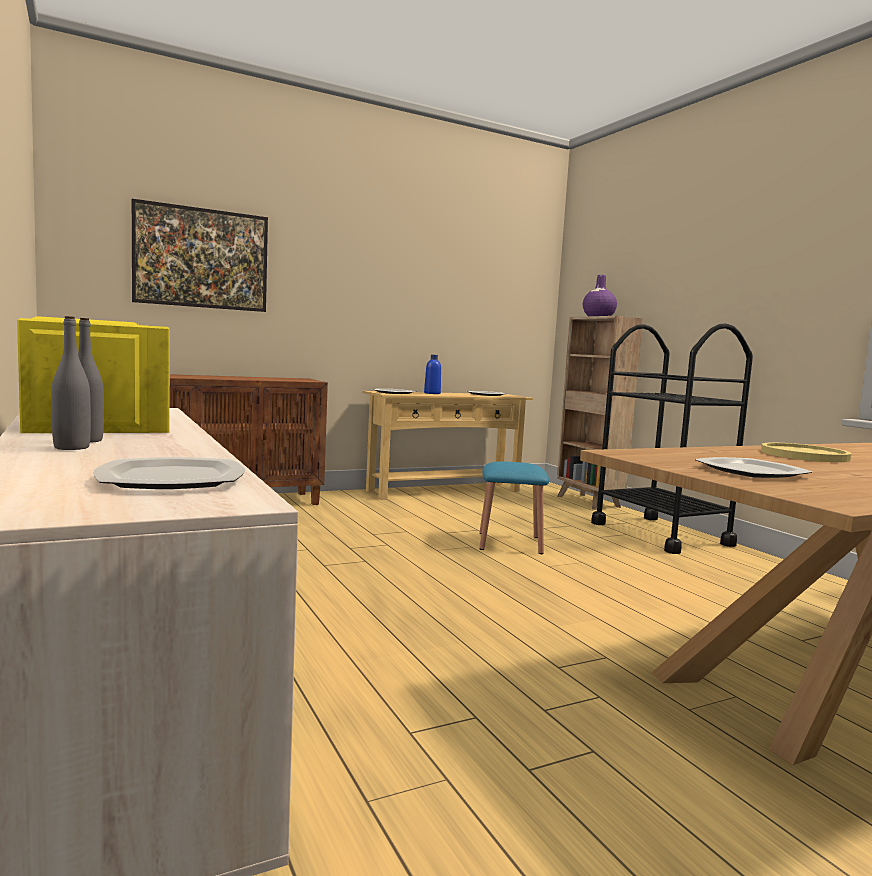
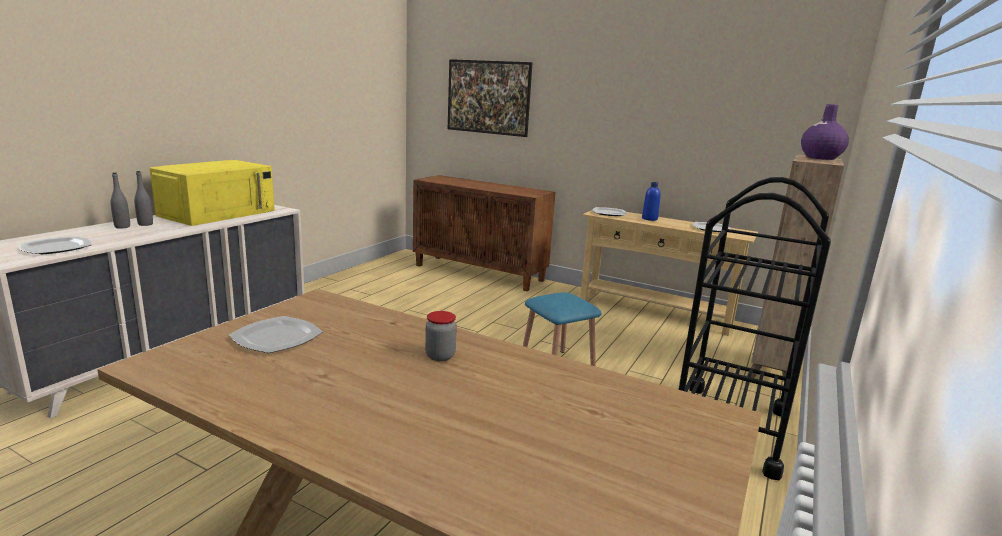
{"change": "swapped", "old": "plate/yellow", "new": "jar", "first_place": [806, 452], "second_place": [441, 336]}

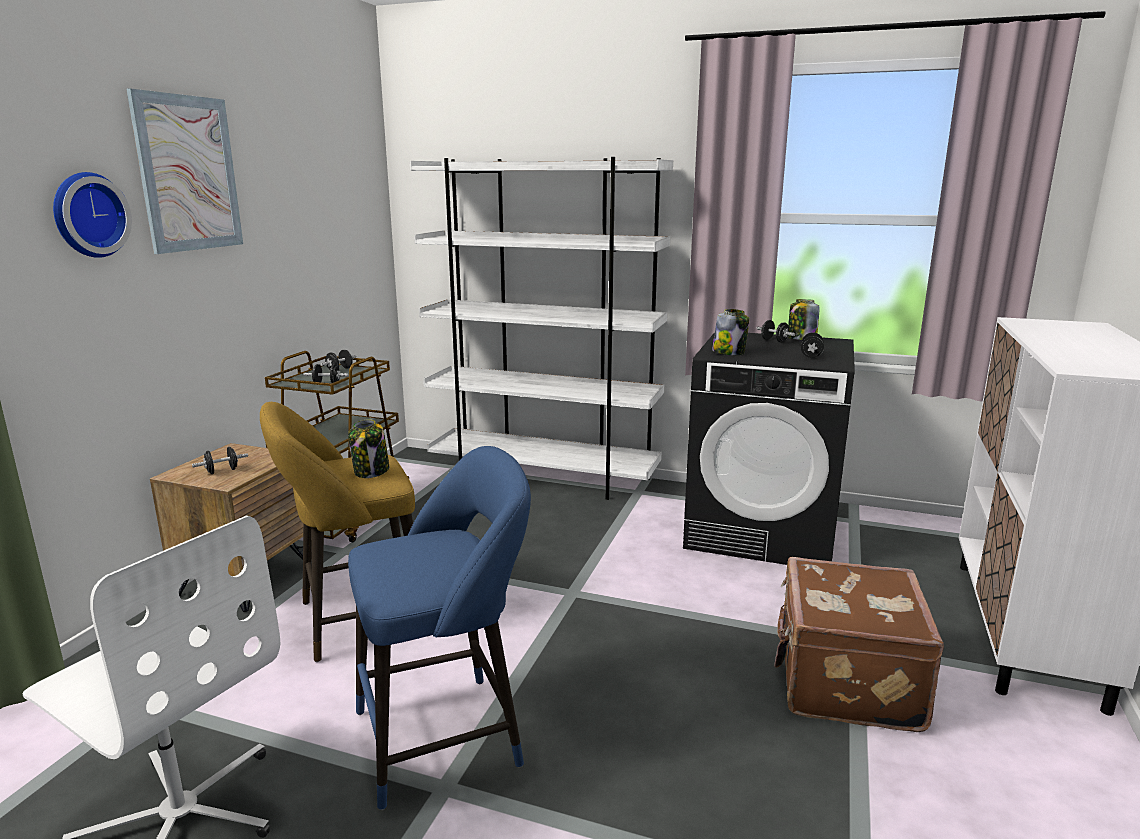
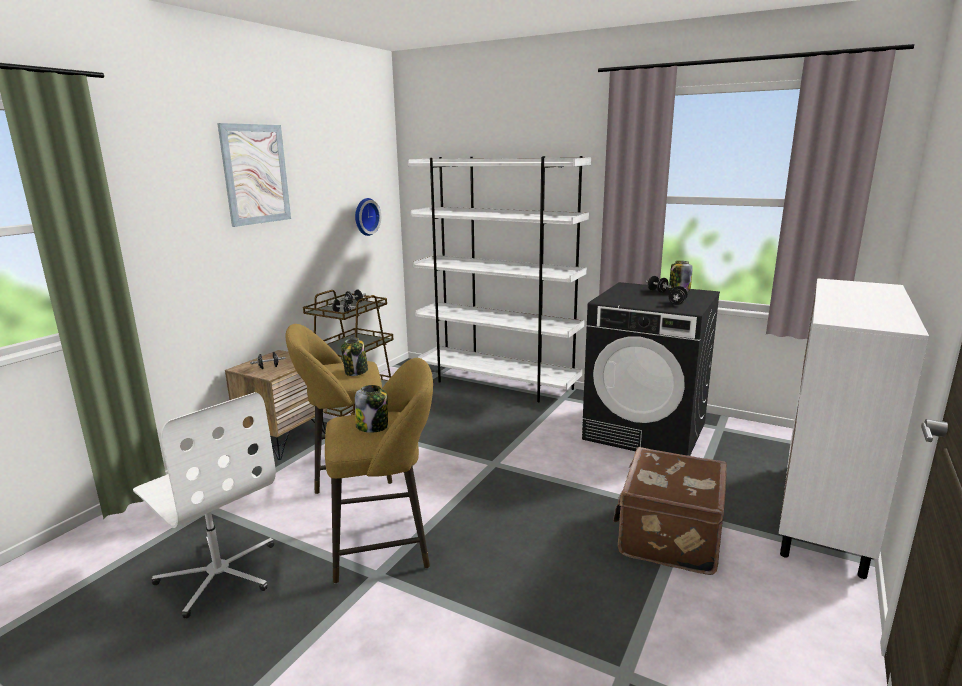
{"change": "shifted", "old": "wall clock", "first_place": [92, 215], "second_place": [368, 217]}
{"change": "shifted", "old": "jar", "first_place": [730, 332], "second_place": [371, 409]}
{"change": "repainted", "old": "stool/blue", "new": "stool/yellow", "first_place": [439, 628], "second_place": [379, 471]}

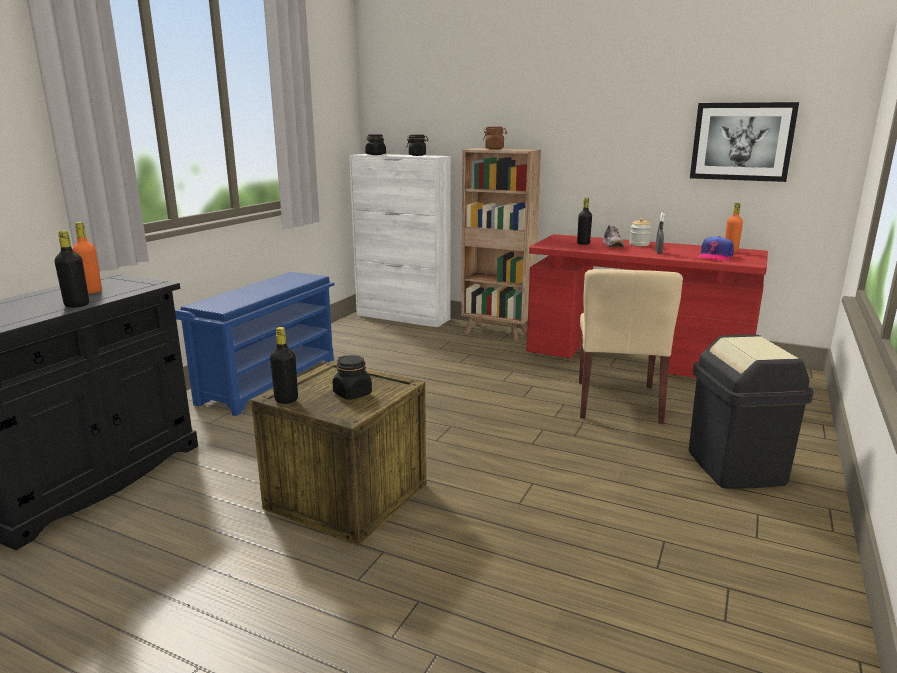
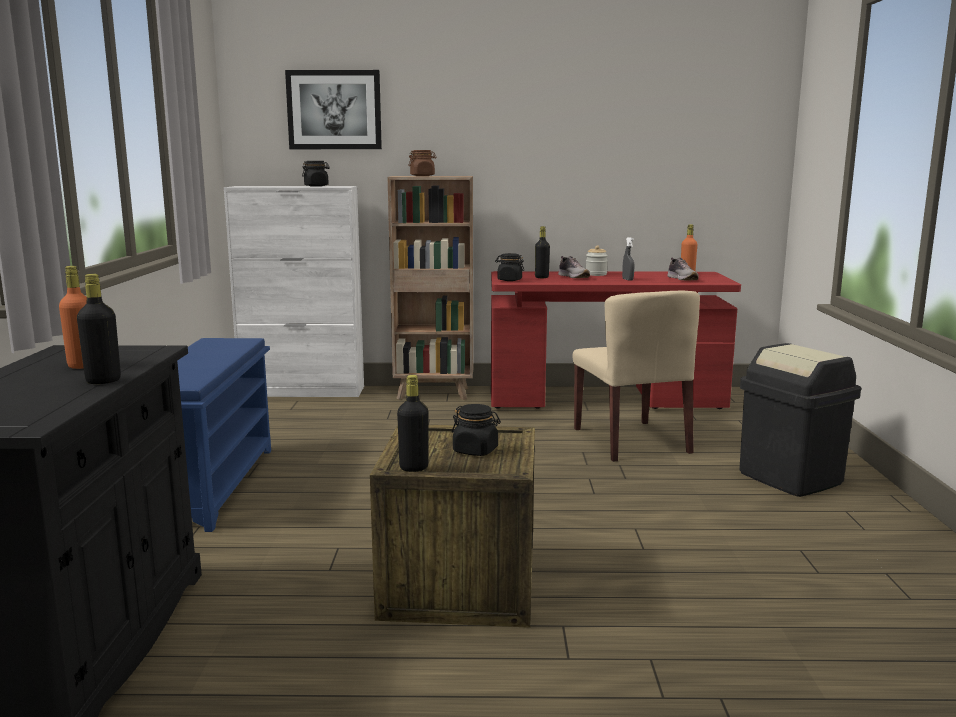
{"change": "shifted", "old": "picture", "first_place": [744, 142], "second_place": [333, 109]}
{"change": "shifted", "old": "jar/black", "first_place": [375, 144], "second_place": [509, 267]}
{"change": "swapped", "old": "cap", "new": "shoe", "first_place": [715, 248], "second_place": [683, 269]}

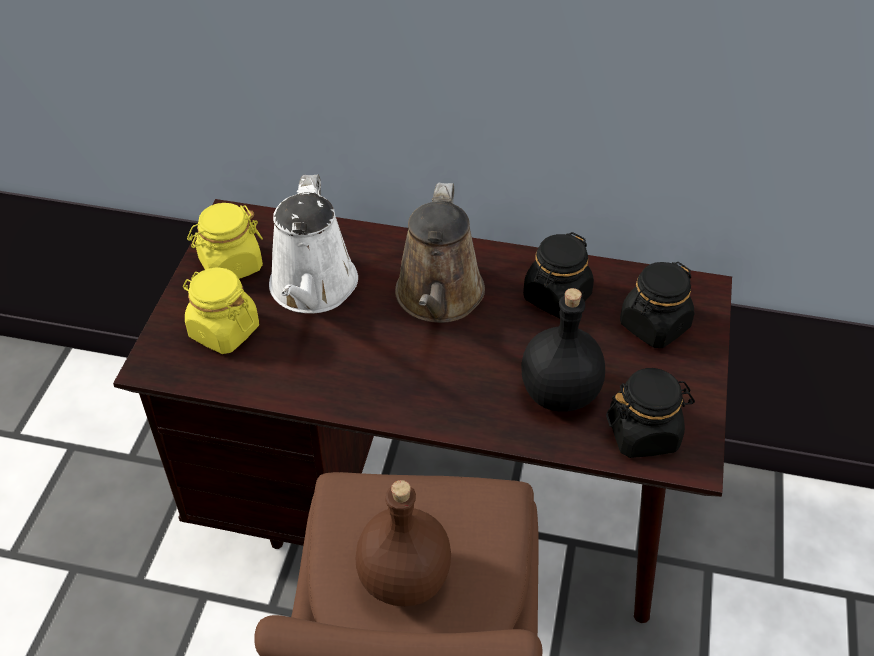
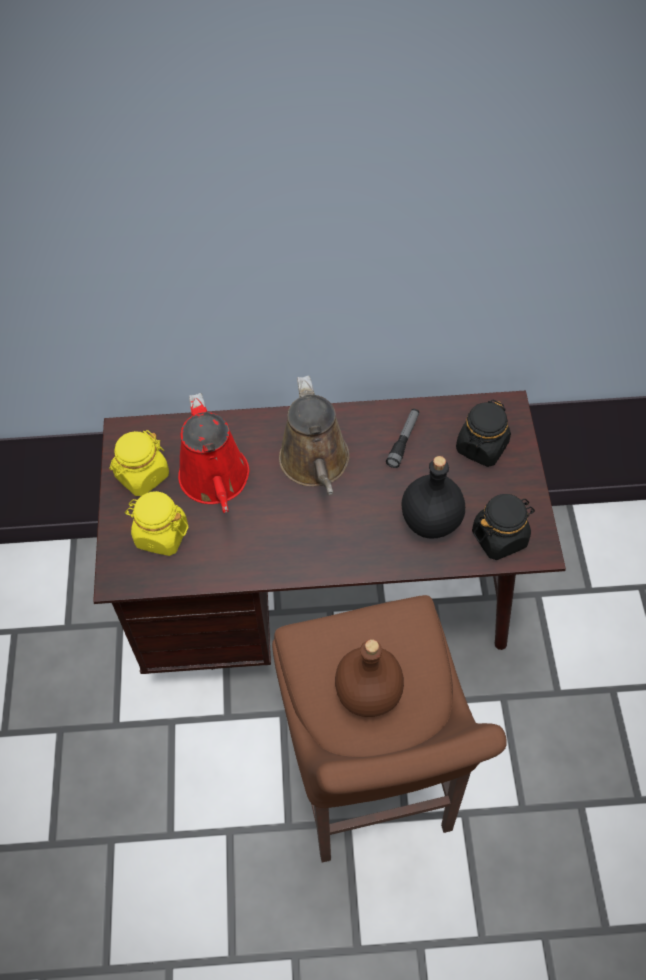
{"change": "repainted", "old": "watering can/white", "new": "watering can/red", "first_place": [313, 244], "second_place": [213, 453]}
{"change": "swapped", "old": "jar/black", "new": "flashlight", "first_place": [558, 275], "second_place": [402, 438]}

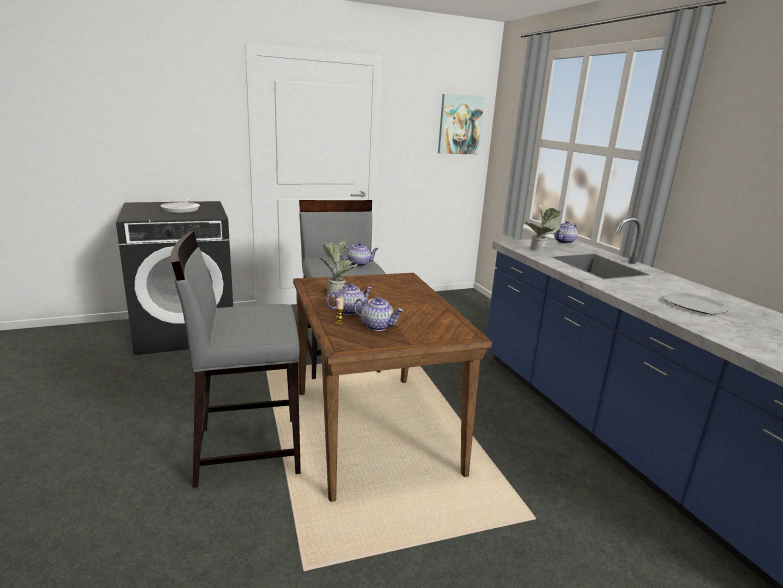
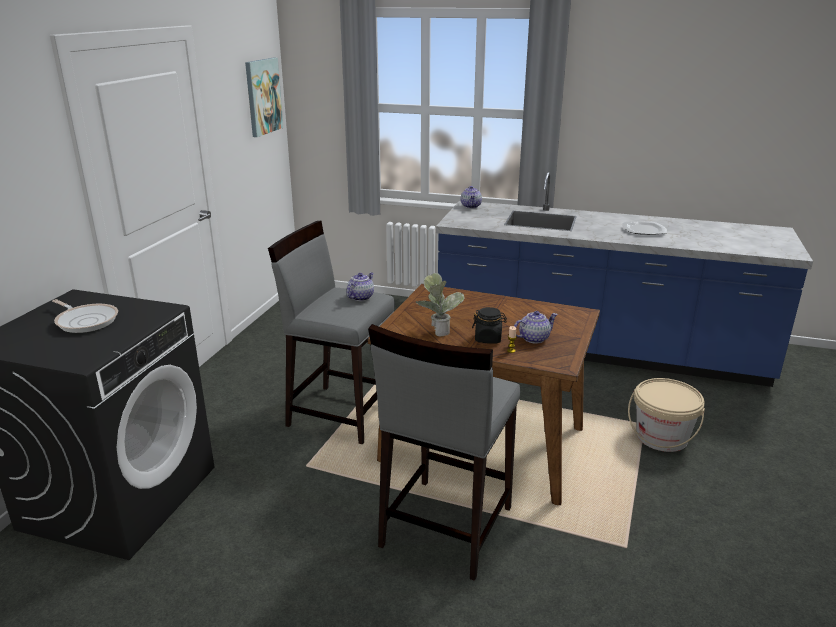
{"change": "gone", "old": "potted plant", "first_place": [543, 226]}
{"change": "swapped", "old": "teapot", "new": "jar/black", "first_place": [349, 299], "second_place": [489, 325]}
{"change": "new", "new": "bucket/beige", "second_place": [666, 415]}

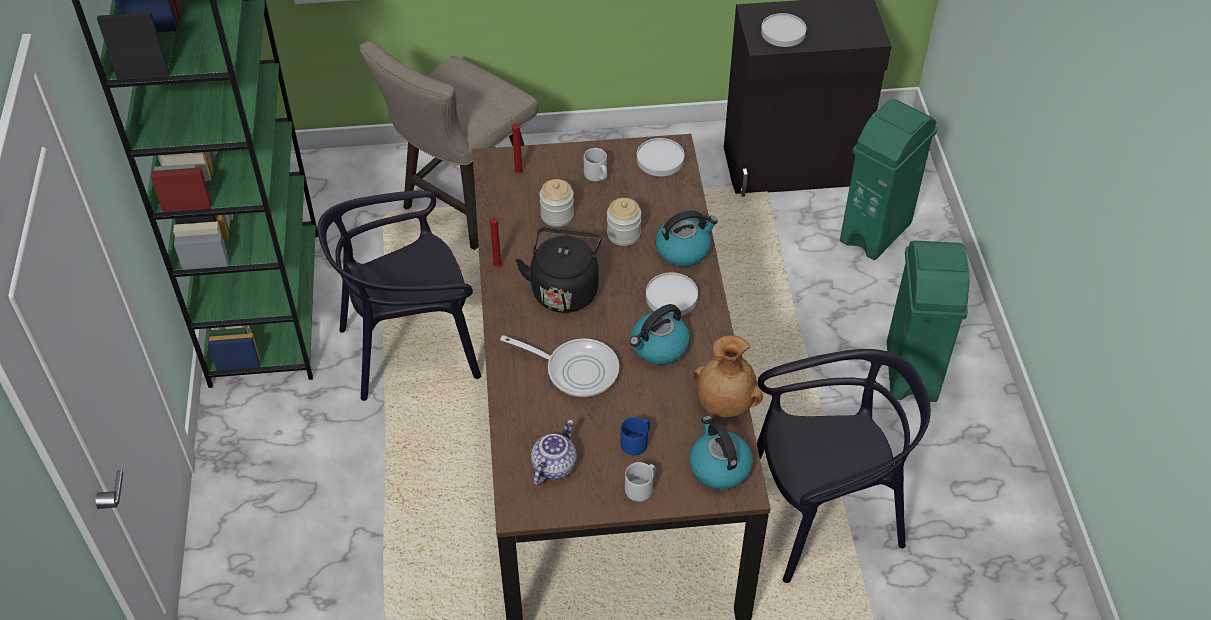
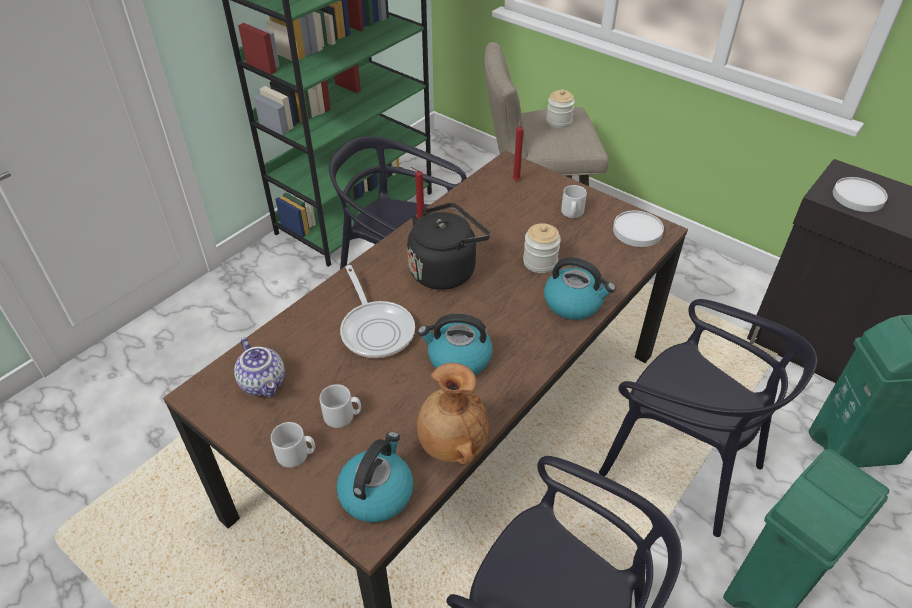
{"change": "shifted", "old": "jar", "first_place": [556, 203], "second_place": [560, 108]}
{"change": "gone", "old": "plate/white", "first_place": [672, 294]}
{"change": "repainted", "old": "mug/blue", "new": "mug/grey", "first_place": [635, 436], "second_place": [340, 406]}
{"change": "rotated", "old": "teapot", "first_place": [554, 453], "second_place": [259, 367], "degrees": 75}
{"change": "new", "new": "chair/black", "second_place": [708, 418]}

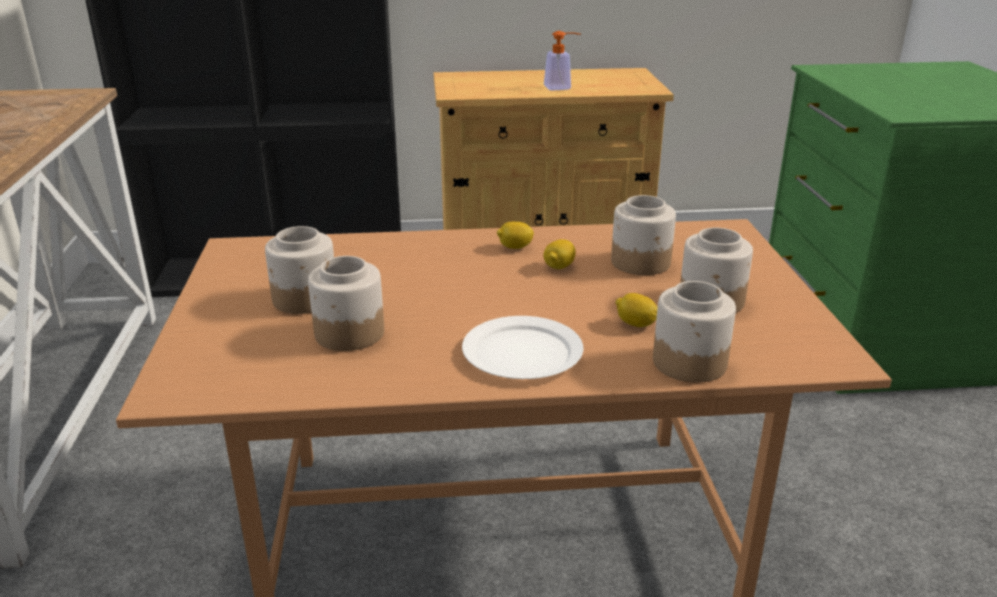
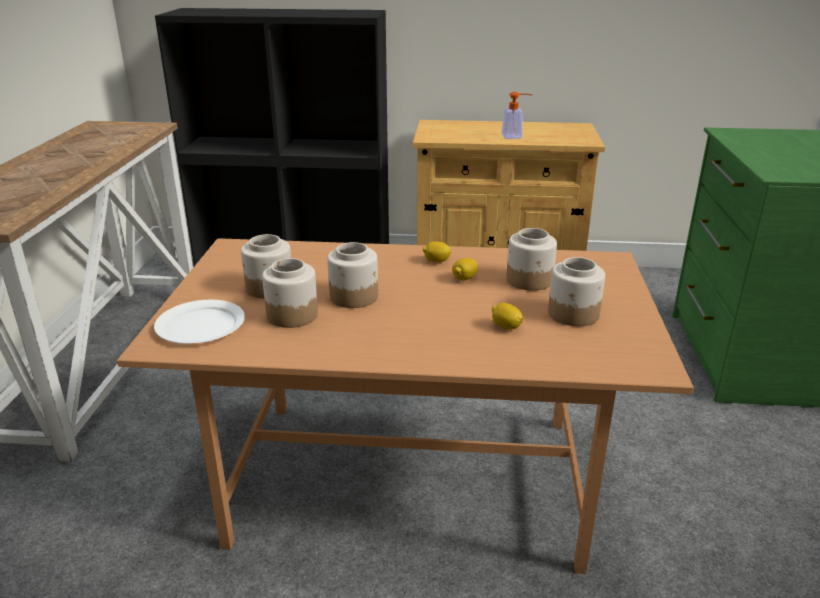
{"change": "shifted", "old": "jar", "first_place": [694, 332], "second_place": [352, 275]}
{"change": "shifted", "old": "plate/white", "first_place": [523, 347], "second_place": [199, 322]}

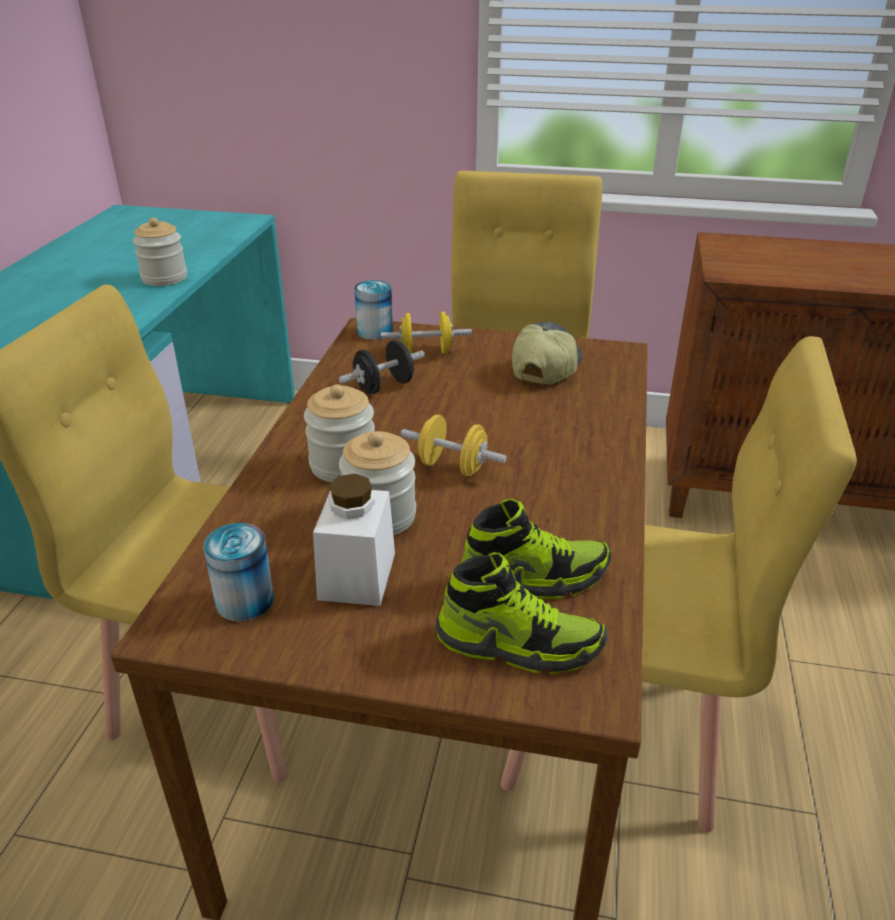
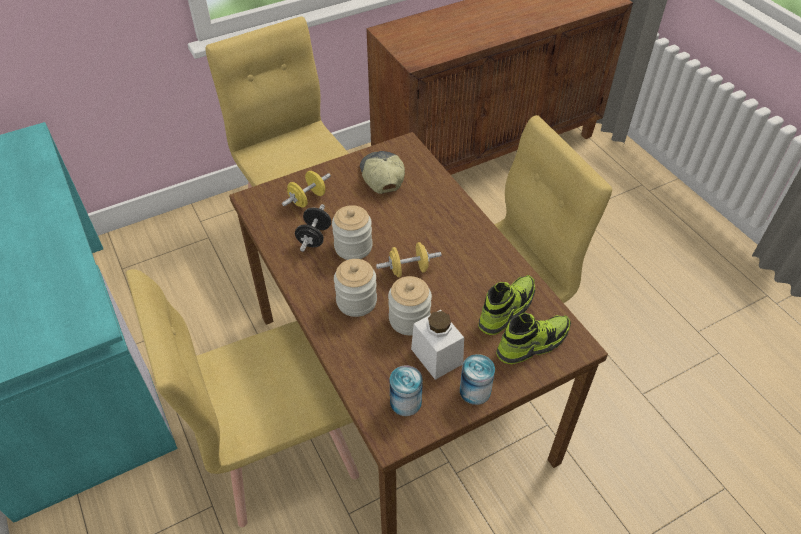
{"change": "shifted", "old": "jar", "first_place": [160, 251], "second_place": [352, 232]}
{"change": "shifted", "old": "can", "first_place": [373, 310], "second_place": [477, 379]}

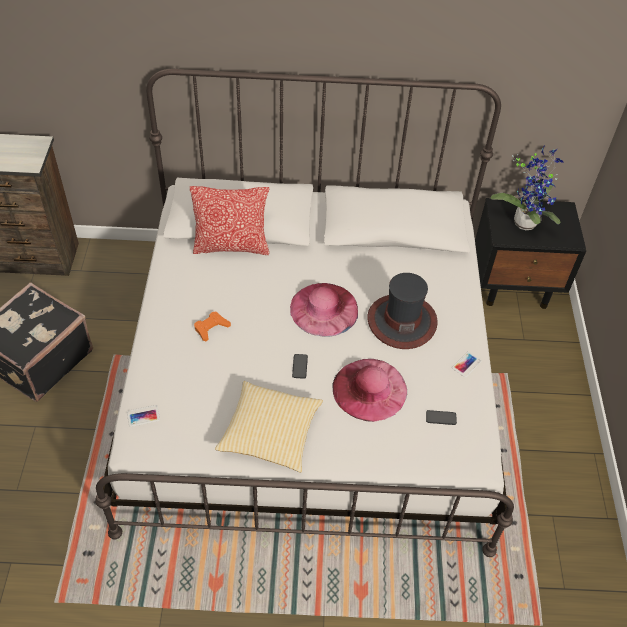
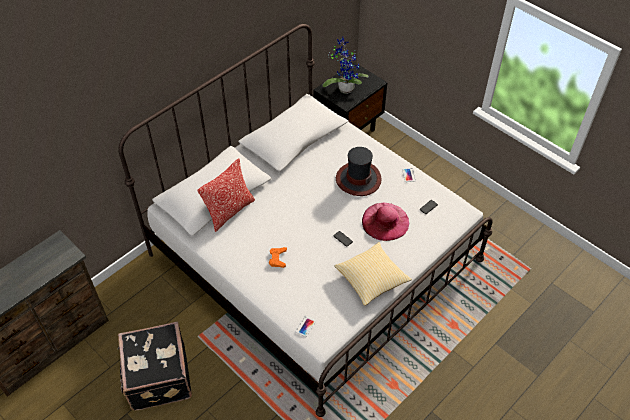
{"change": "gone", "old": "hat/pink", "first_place": [324, 310]}

